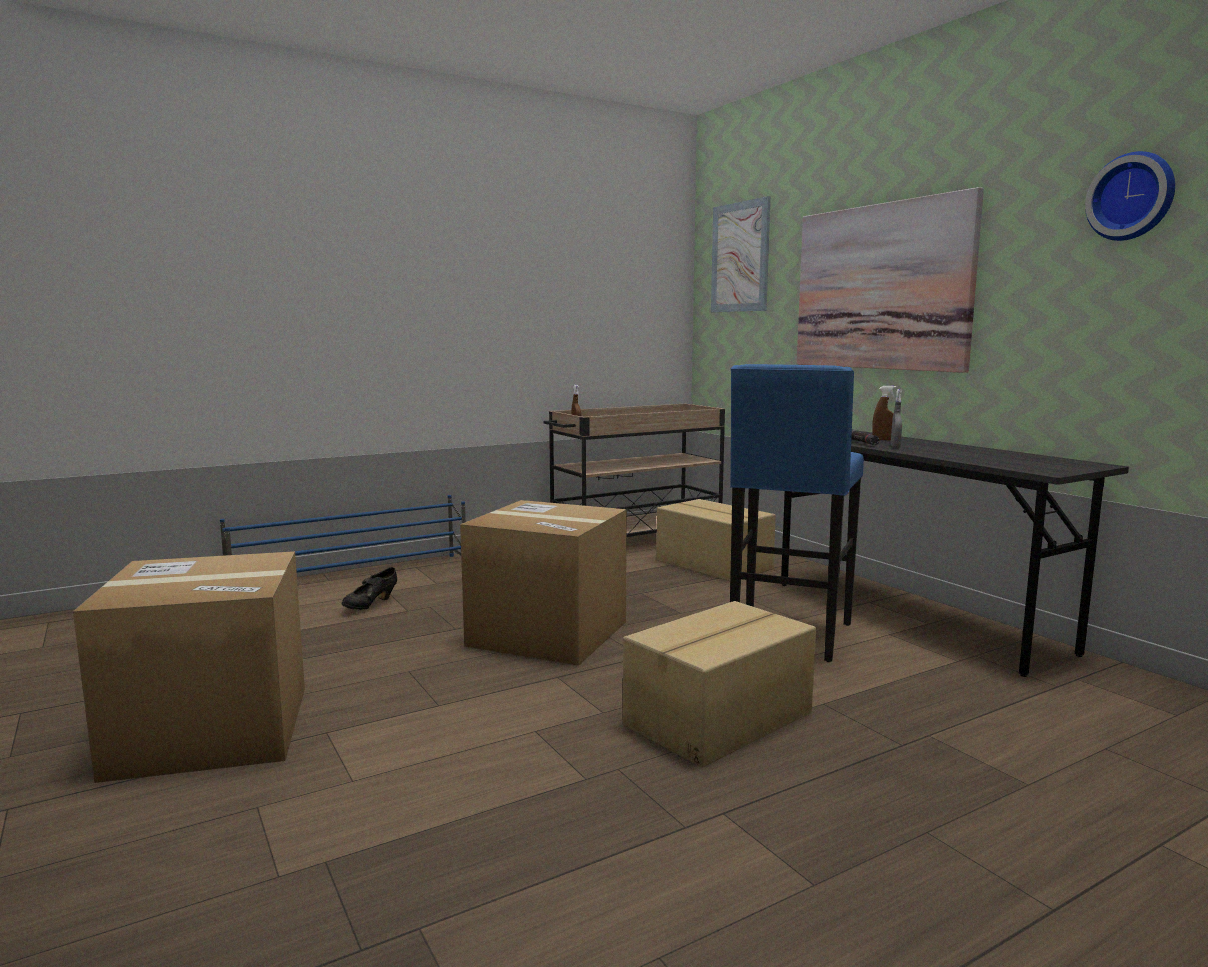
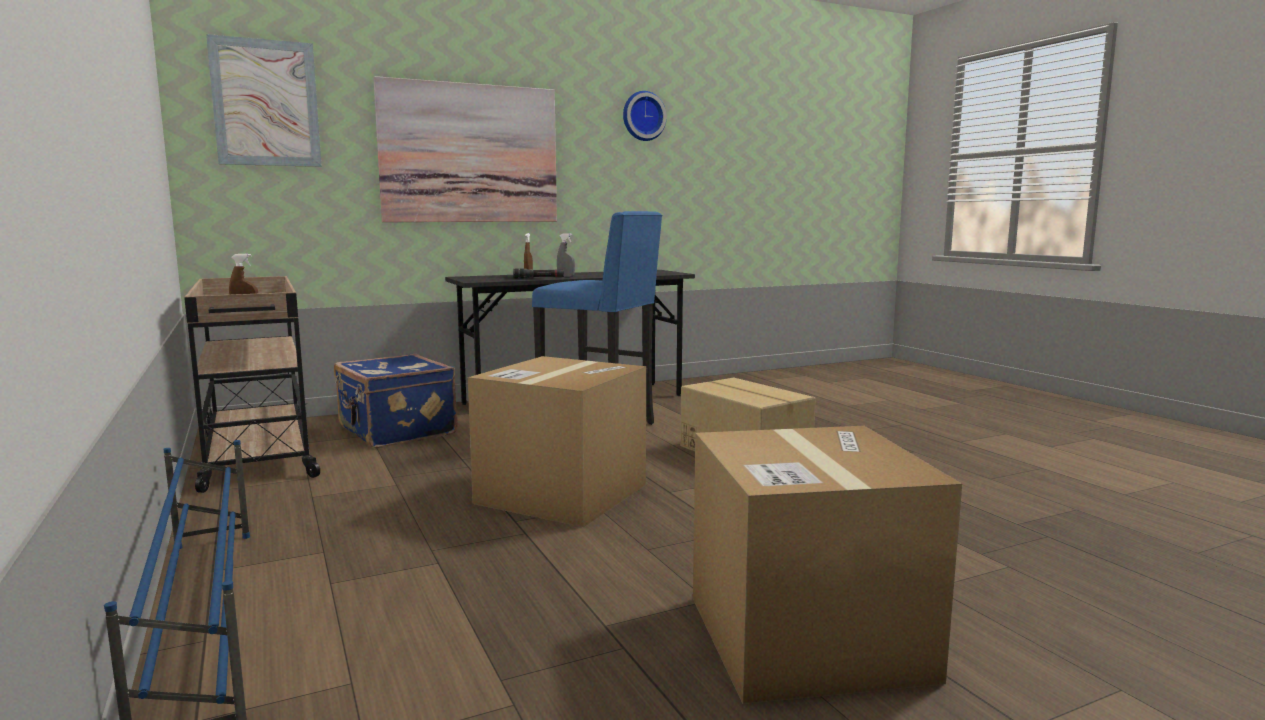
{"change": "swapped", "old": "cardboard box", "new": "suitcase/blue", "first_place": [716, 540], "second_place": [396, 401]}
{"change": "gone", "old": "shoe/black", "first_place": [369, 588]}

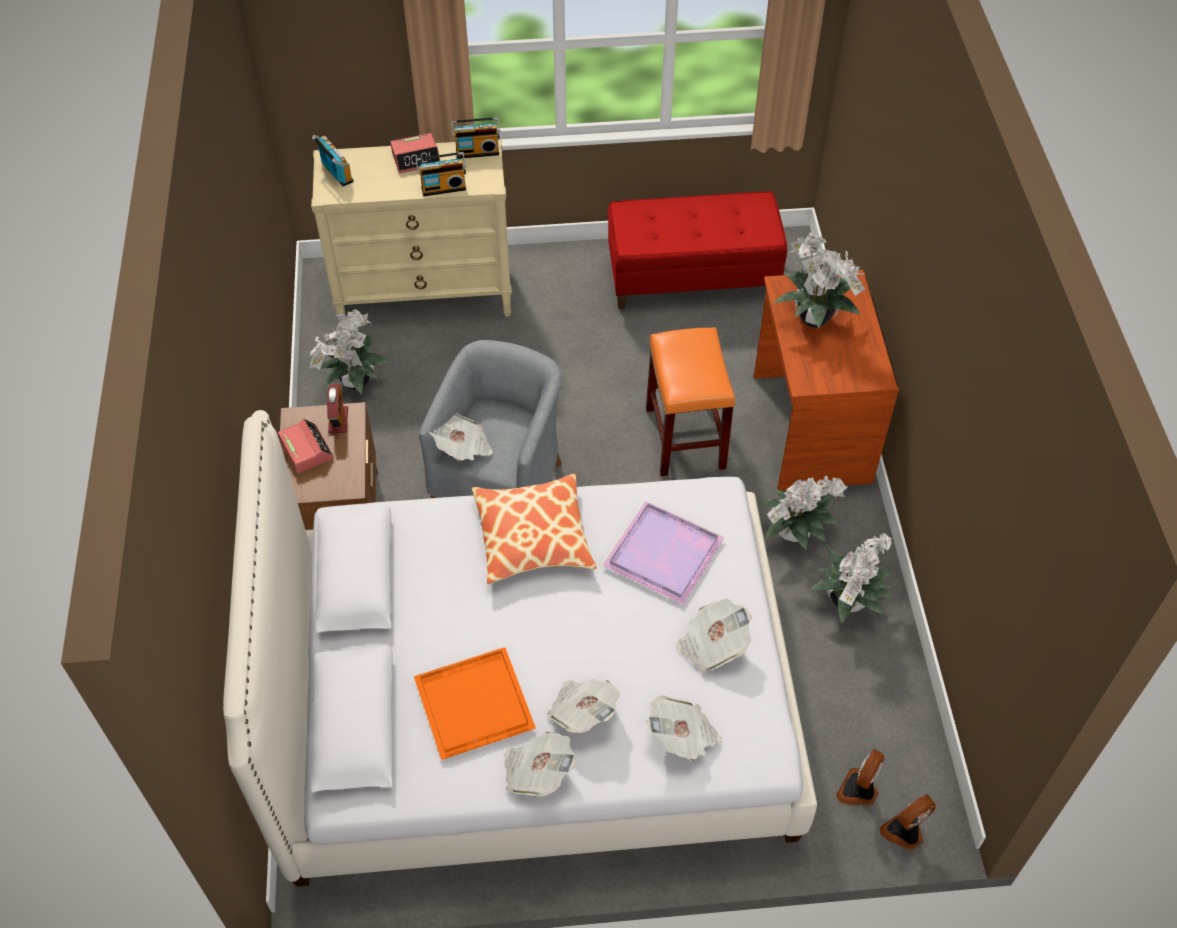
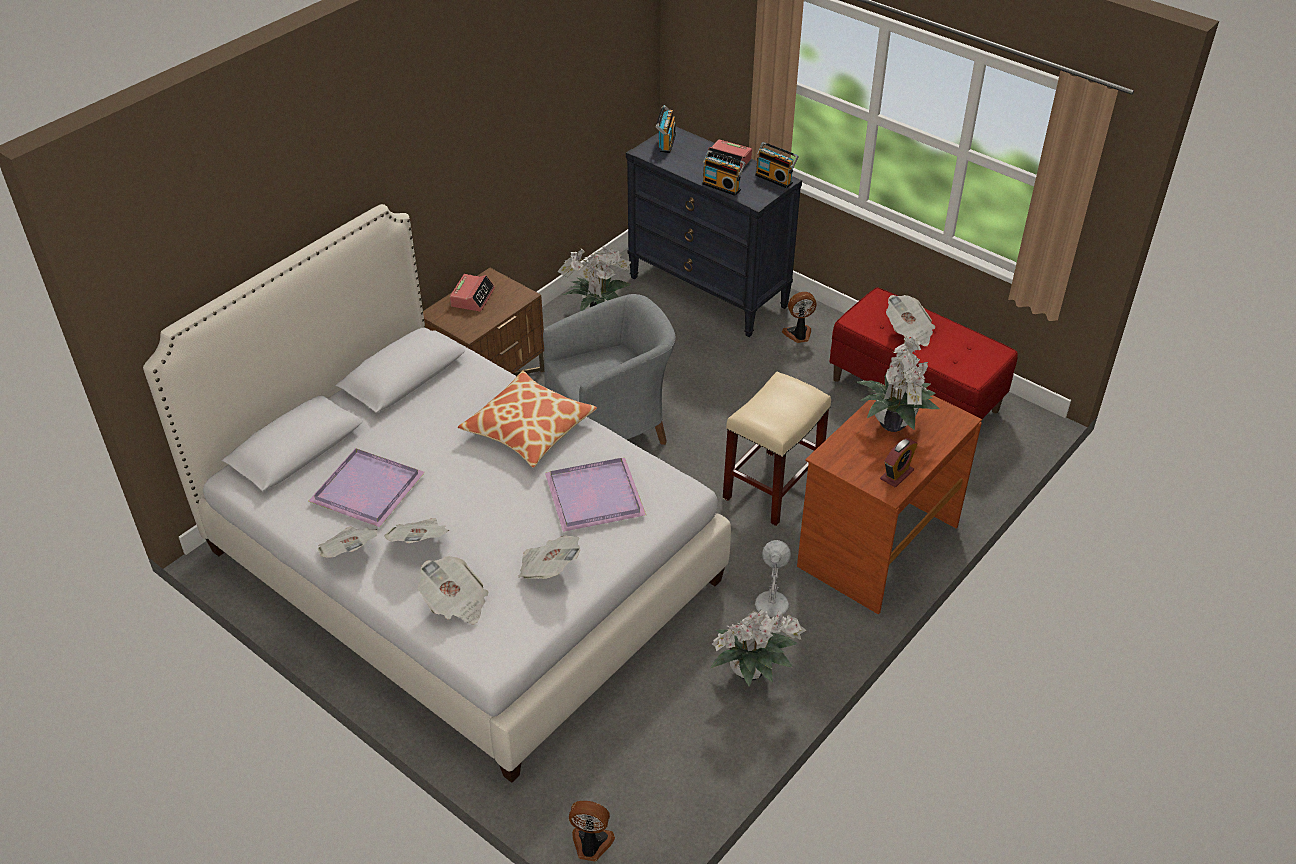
{"change": "repainted", "old": "dresser/beige", "new": "dresser/black", "first_place": [411, 230], "second_place": [714, 232]}
{"change": "repainted", "old": "stool/orange", "new": "stool/beige", "first_place": [690, 402], "second_place": [777, 449]}
{"change": "shifted", "old": "alarm clock", "first_place": [337, 409], "second_place": [899, 462]}
{"change": "shifted", "old": "newspaper", "first_place": [461, 437], "second_place": [910, 320]}
{"change": "swapped", "old": "potted plant", "new": "table lamp/white", "first_place": [803, 512], "second_place": [773, 578]}
{"change": "repainted", "old": "tray/orange", "new": "tray/purple", "first_place": [475, 703], "second_place": [366, 487]}
{"change": "shifted", "old": "fan", "first_place": [860, 777], "second_place": [799, 317]}

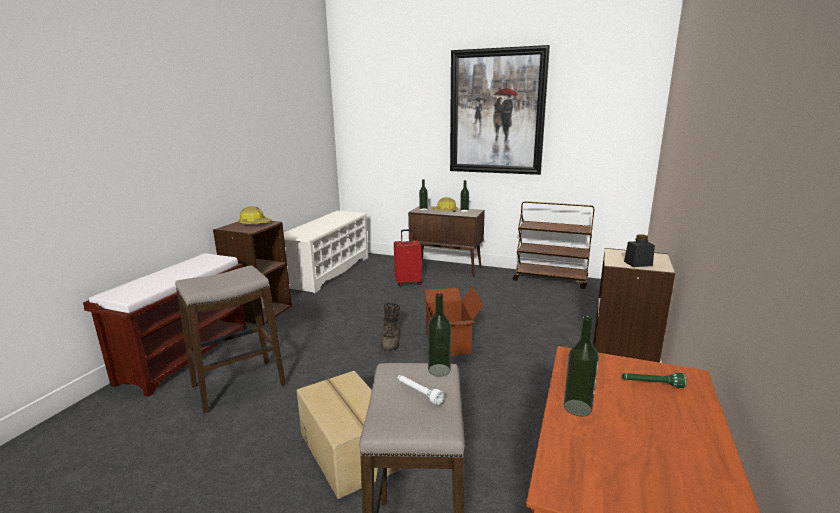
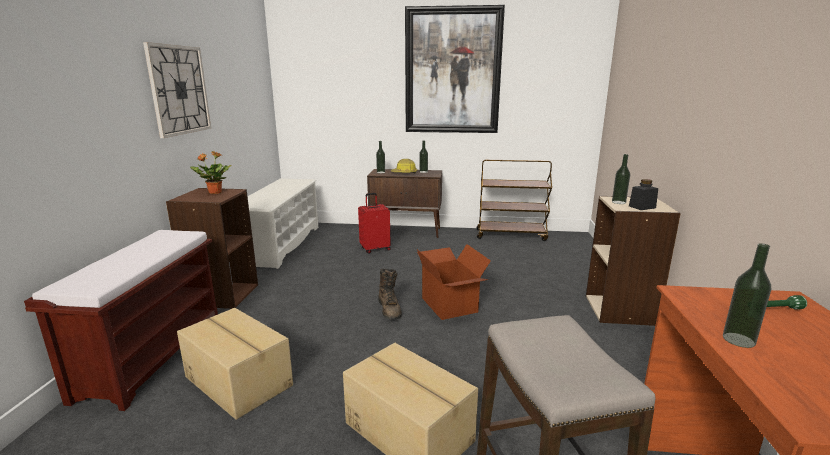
{"change": "swapped", "old": "hard hat", "new": "potted plant", "first_place": [255, 215], "second_place": [211, 172]}
{"change": "swapped", "old": "stool", "new": "cardboard box", "first_place": [230, 339], "second_place": [235, 364]}
{"change": "shifted", "old": "bottle", "first_place": [439, 334], "second_place": [621, 179]}
{"change": "gone", "old": "flashlight/white", "first_place": [421, 390]}
{"change": "new", "new": "wall clock", "second_place": [177, 90]}

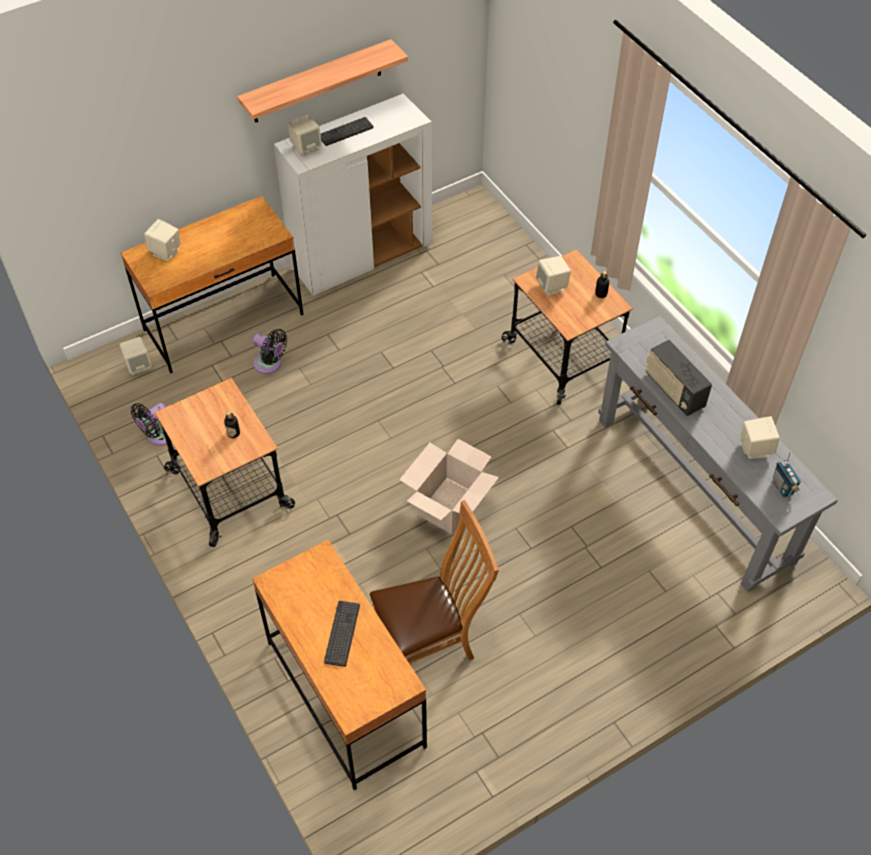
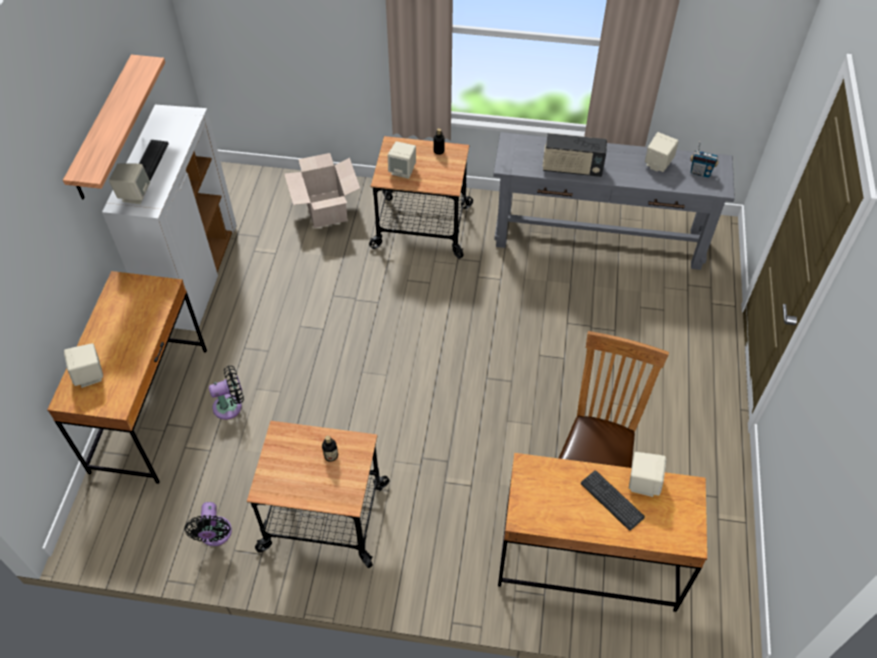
{"change": "shifted", "old": "speaker/beige", "first_place": [135, 356], "second_place": [647, 474]}
{"change": "shifted", "old": "cardboard box", "first_place": [449, 486], "second_place": [322, 190]}

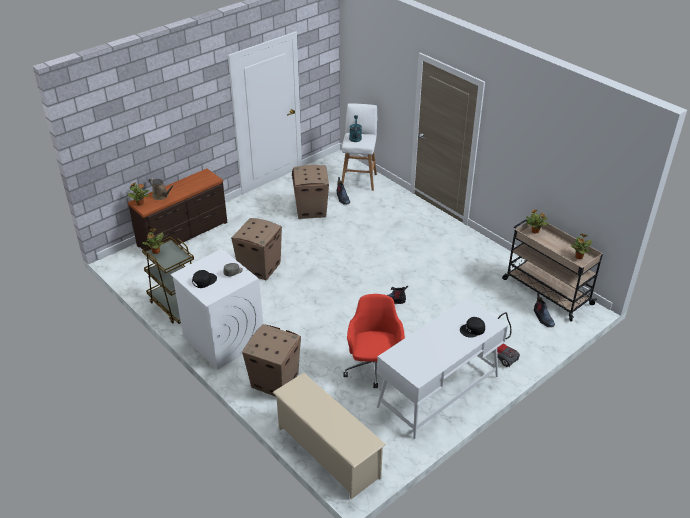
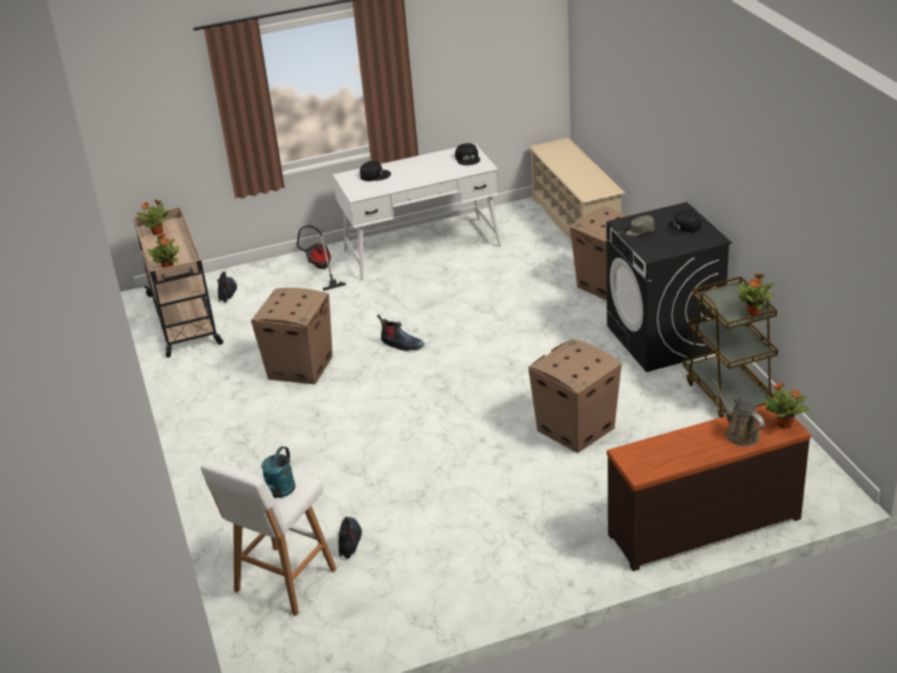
{"change": "shifted", "old": "cardboard box", "first_place": [310, 192], "second_place": [291, 336]}
{"change": "repainted", "old": "washing machine/white", "new": "washing machine/black", "first_place": [216, 309], "second_place": [669, 287]}
{"change": "gone", "old": "office chair/red", "first_place": [374, 341]}
{"change": "new", "new": "cap/black", "second_place": [467, 154]}

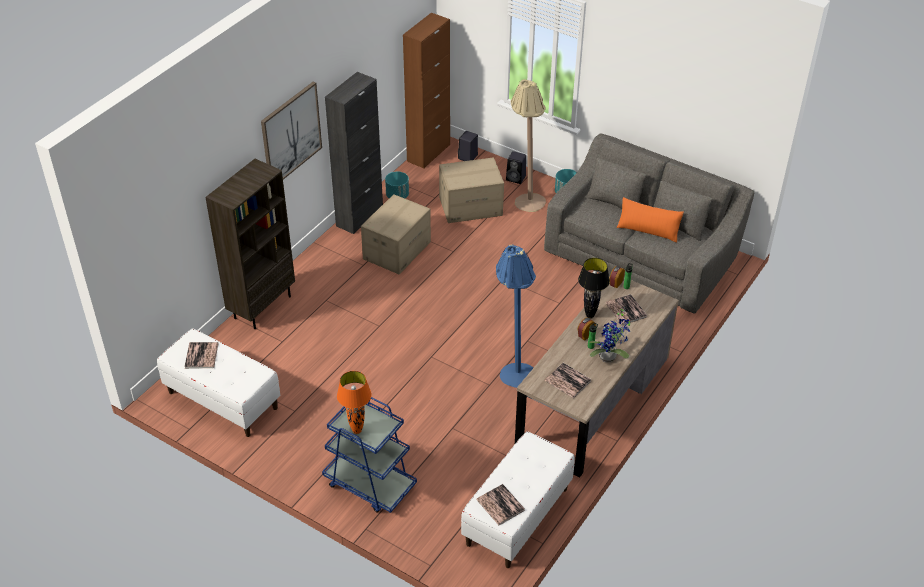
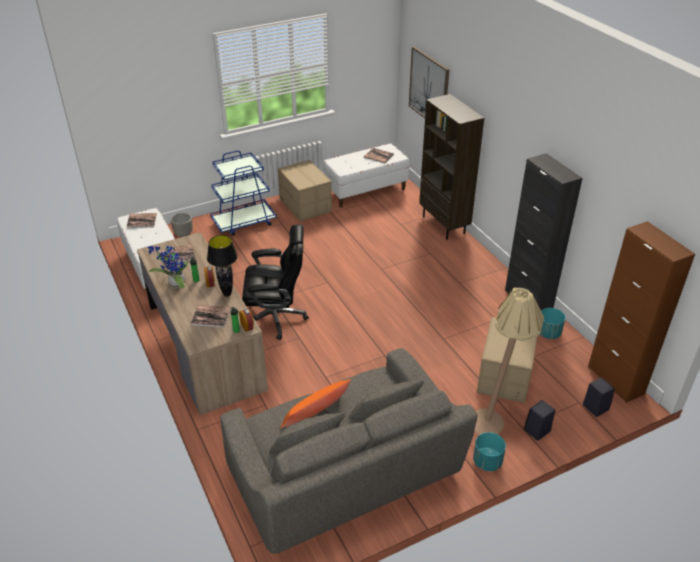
{"change": "shifted", "old": "picture", "first_place": [291, 131], "second_place": [429, 82]}
{"change": "shifted", "old": "cardboard box", "first_place": [396, 234], "second_place": [305, 190]}
{"change": "swapped", "old": "floor lamp/blue", "new": "office chair/black", "first_place": [516, 316], "second_place": [275, 282]}
{"change": "gone", "old": "table lamp/orange", "first_place": [354, 402]}
{"change": "new", "new": "planter", "second_place": [181, 225]}

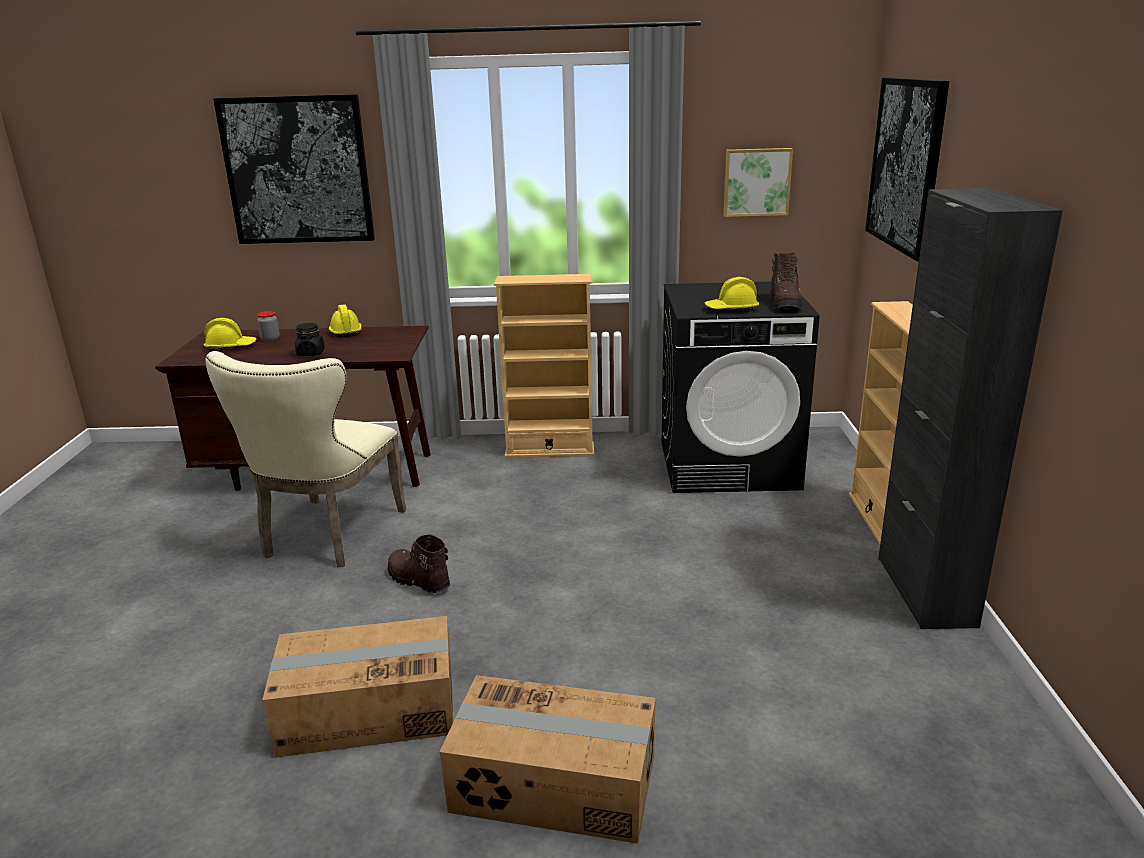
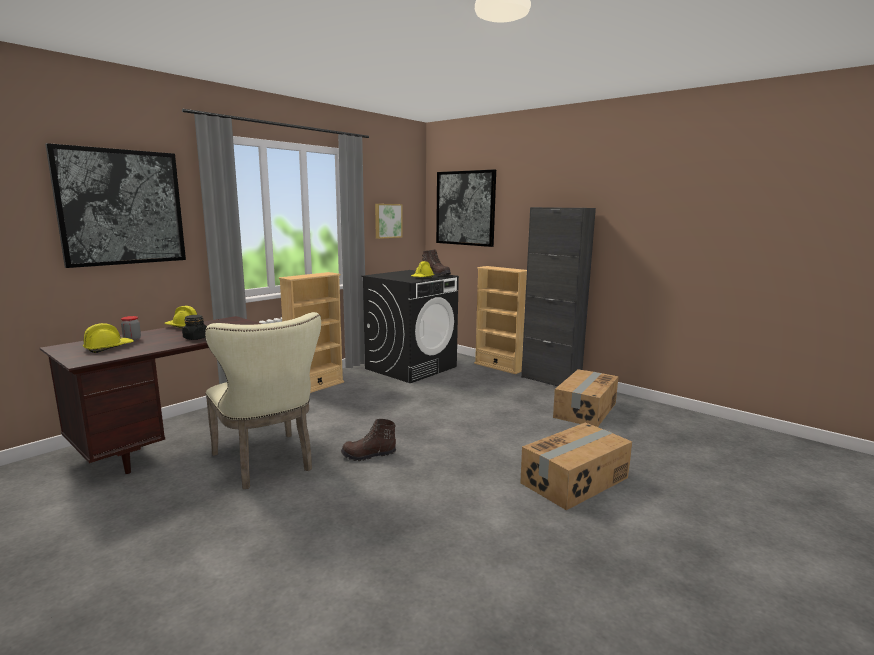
{"change": "shifted", "old": "cardboard box", "first_place": [357, 687], "second_place": [586, 398]}

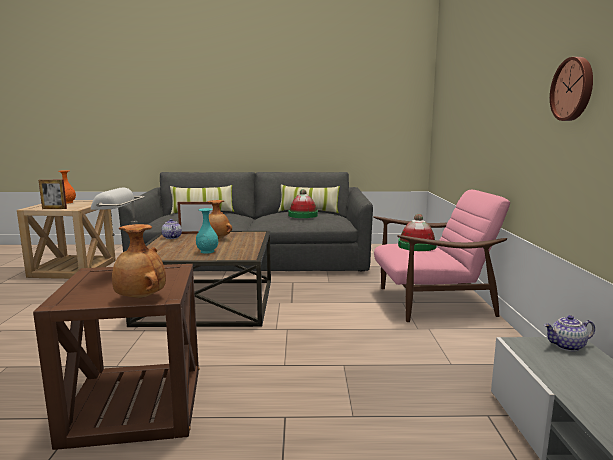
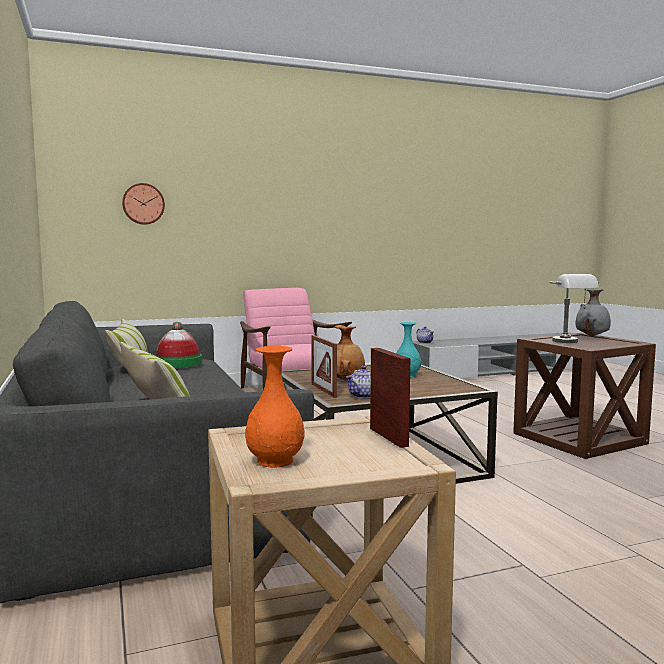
{"change": "shifted", "old": "wall clock", "first_place": [571, 89], "second_place": [143, 204]}
{"change": "gone", "old": "hat", "first_place": [417, 232]}
{"change": "repainted", "old": "vase/brown", "new": "vase/grey", "first_place": [139, 261], "second_place": [593, 312]}

